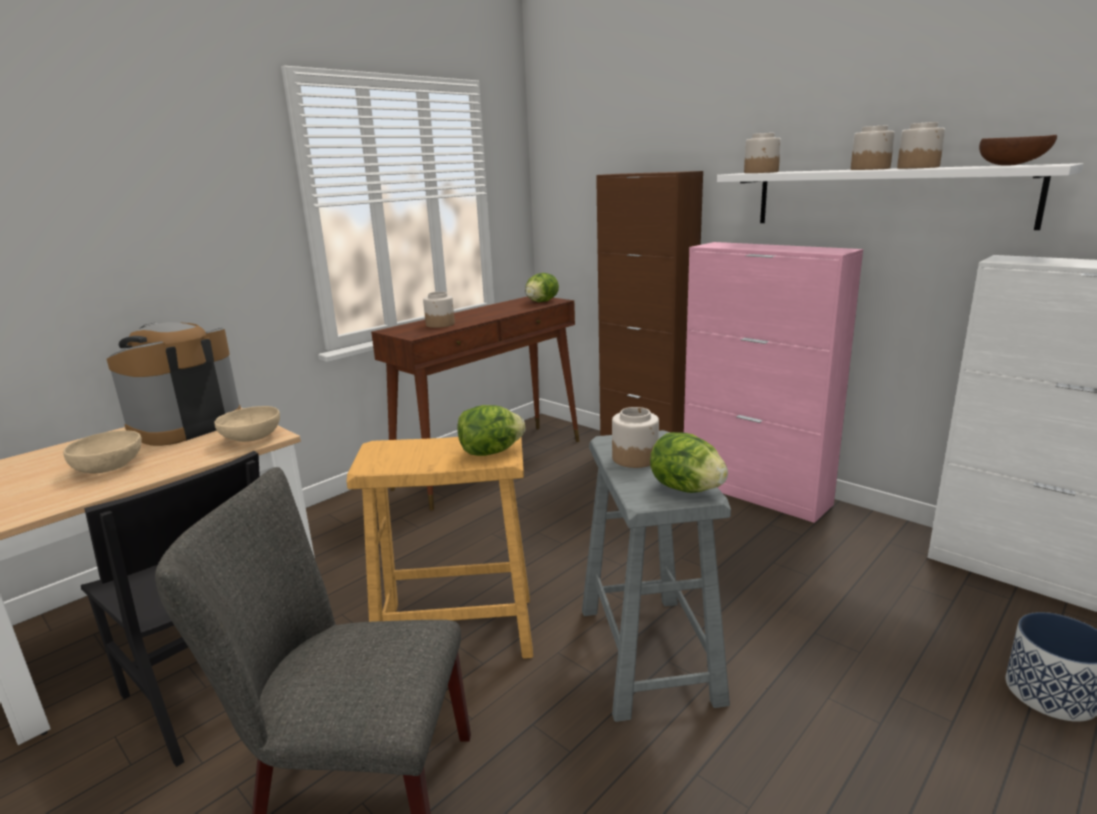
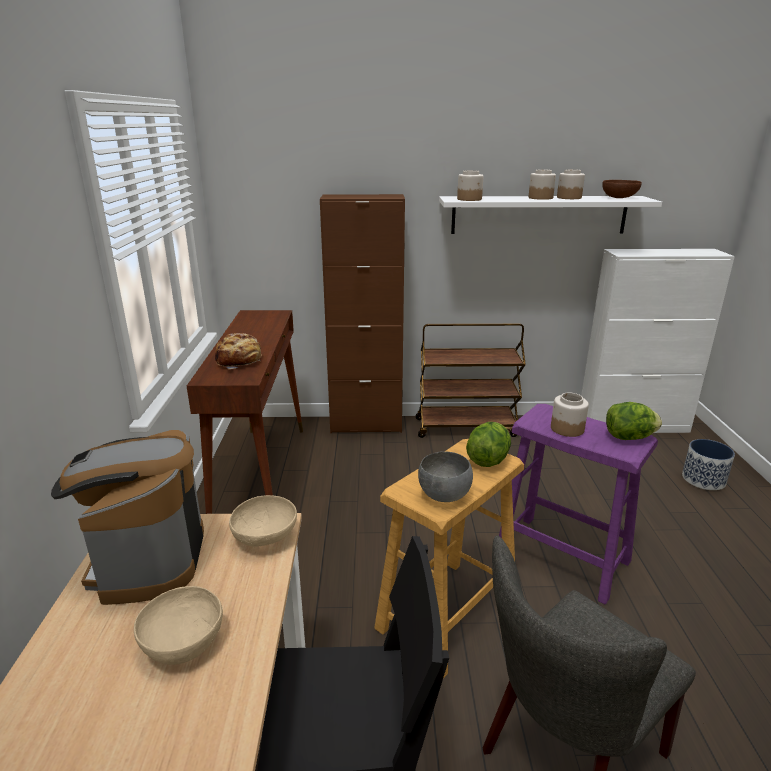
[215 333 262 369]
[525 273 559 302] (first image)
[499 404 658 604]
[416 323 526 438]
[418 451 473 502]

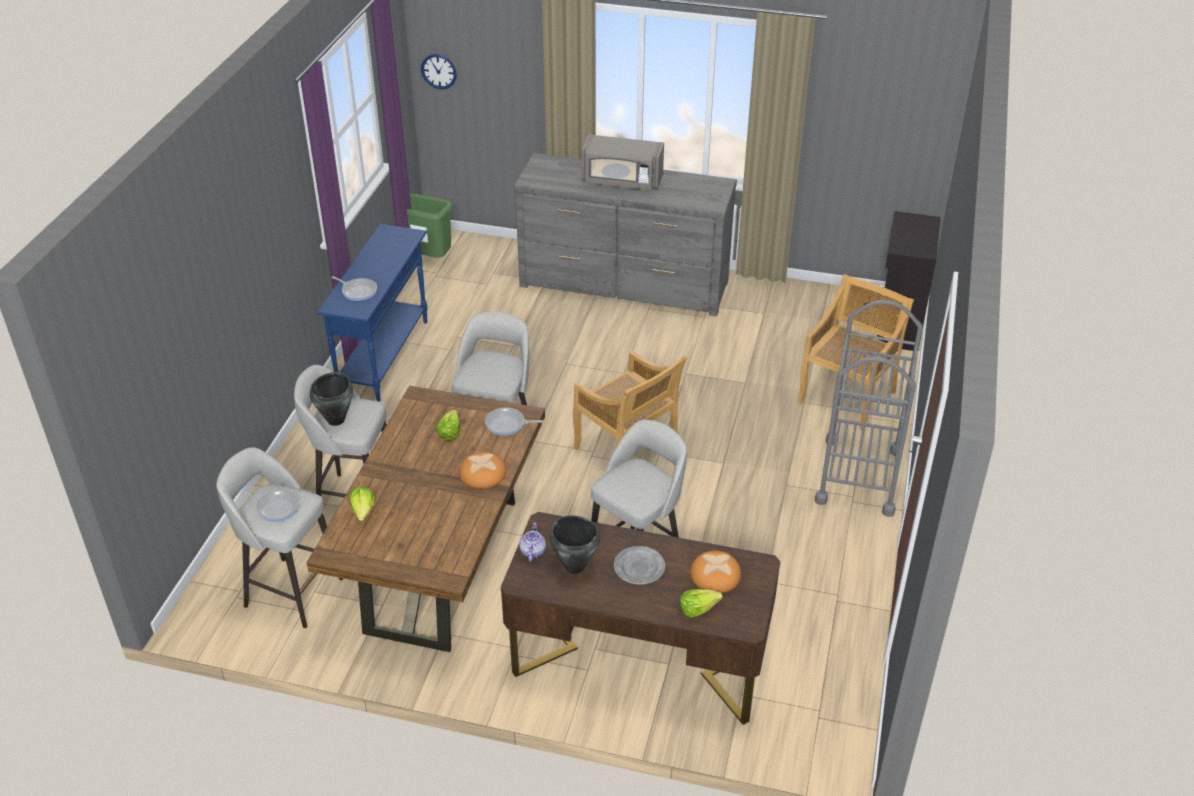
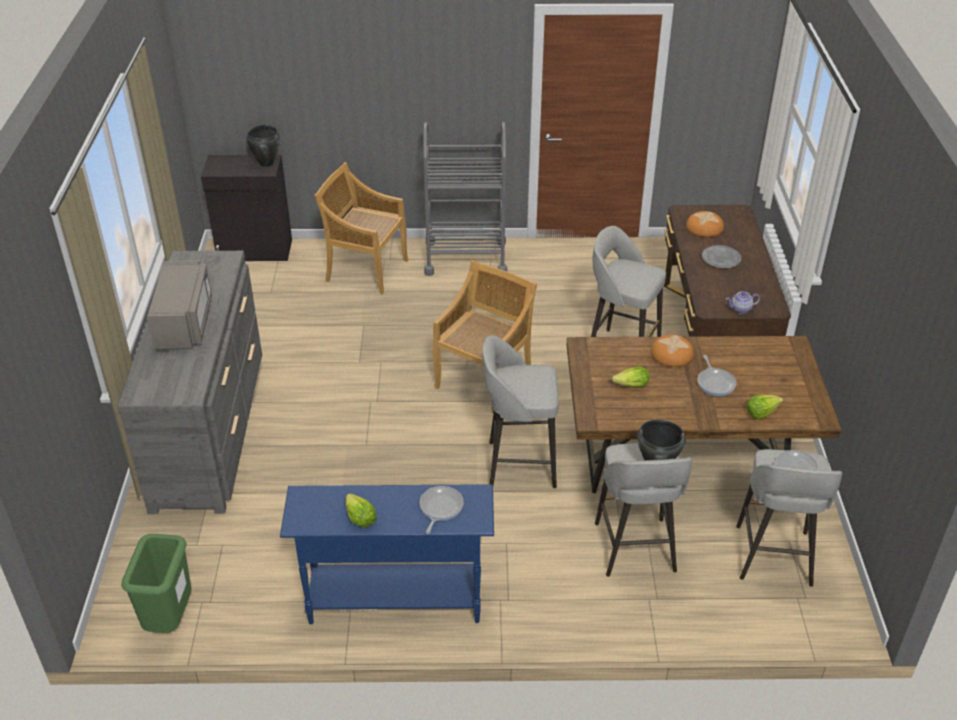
[421 54 457 89] (first image)
[697 355 736 396]
[246 125 280 167]
[346 493 377 527]

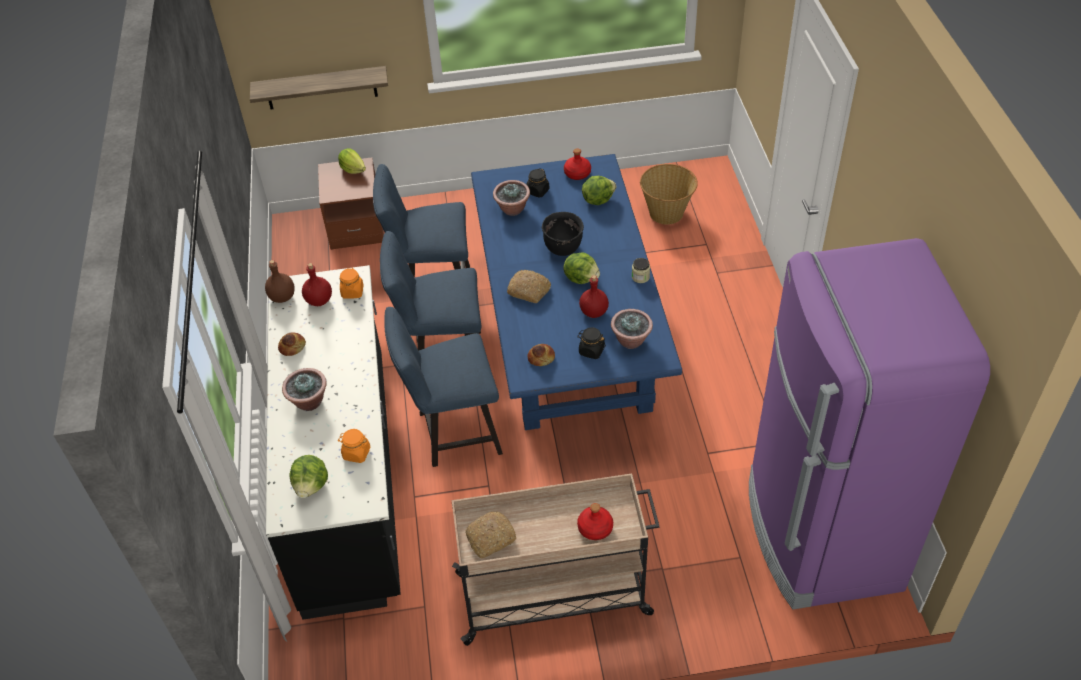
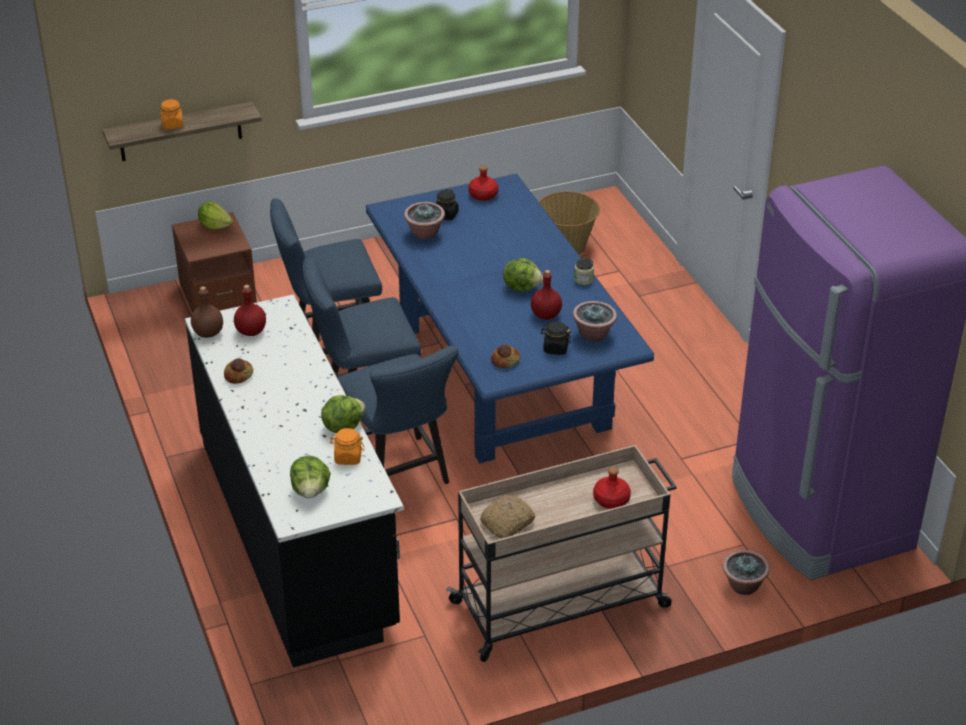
[723 550 770 595]
[161 99 184 129]
[337 346 459 484]
[507 270 551 303] (first image)
[542 212 584 256] (first image)
[321 395 365 433]

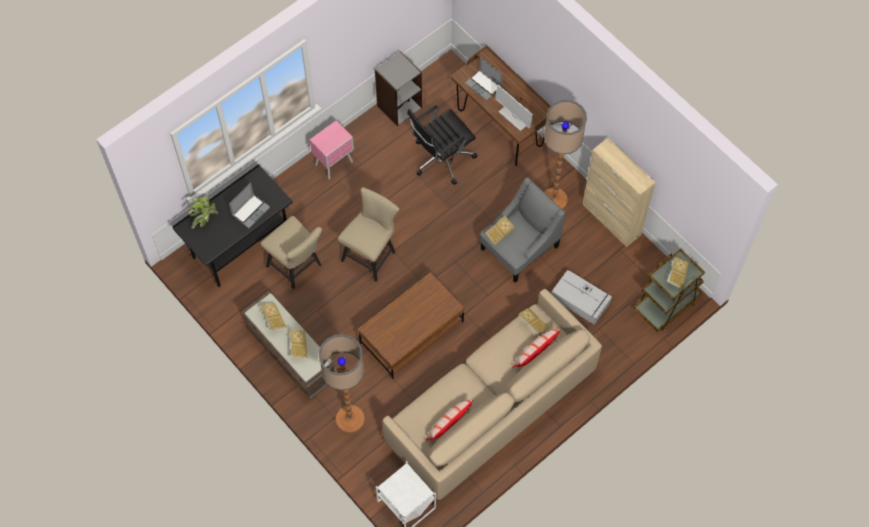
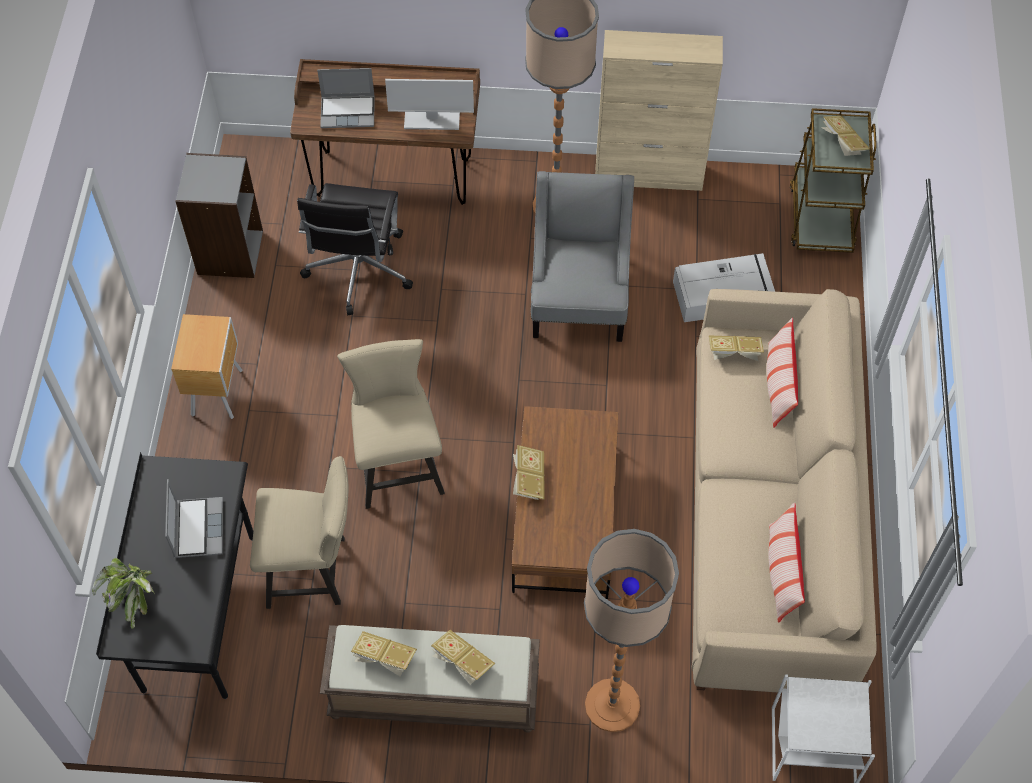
[171 314 243 419]
[513 445 545 500]

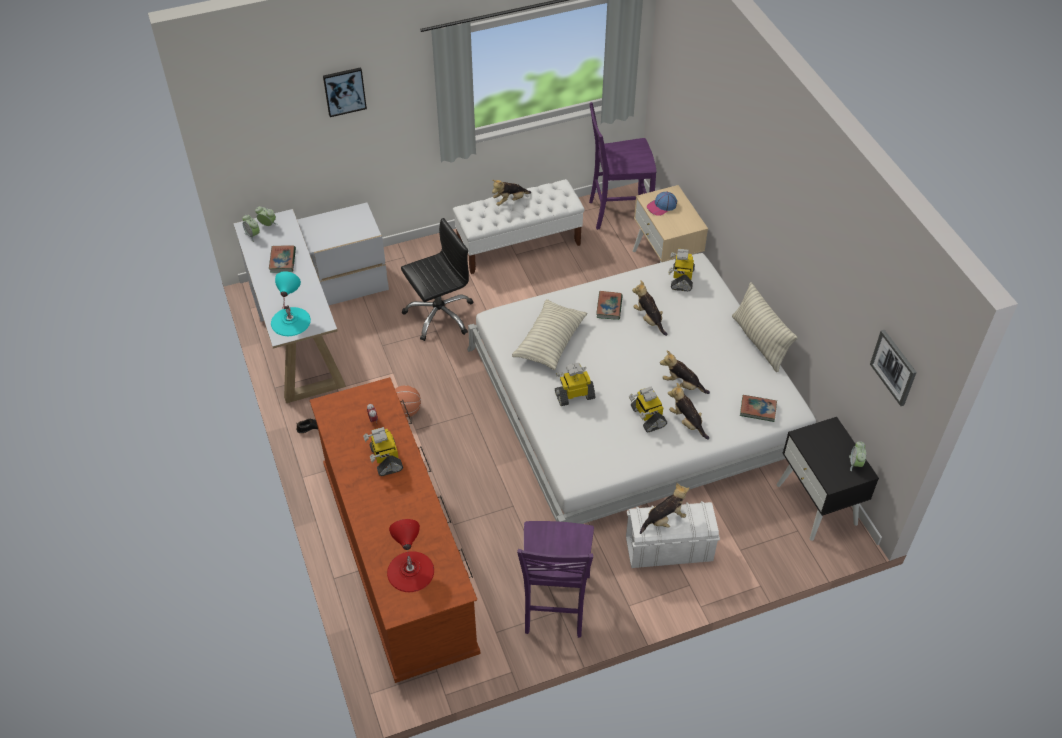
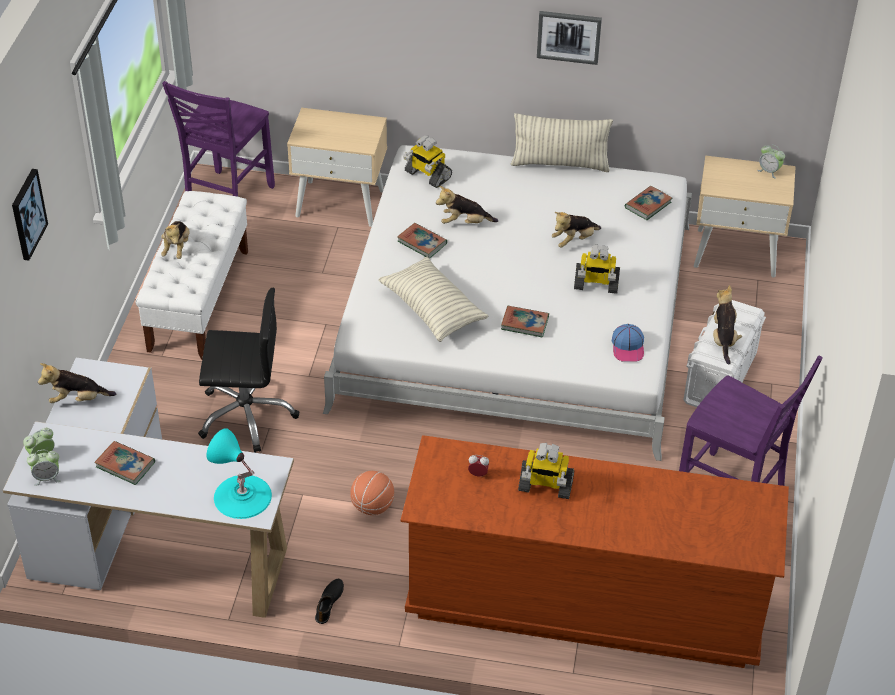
[387 519 434 592] (first image)
[198 288 299 453]
[501 306 549 338]
[612 324 644 362]
[38 363 116 403]
[694 156 796 278]
[537 11 602 65]

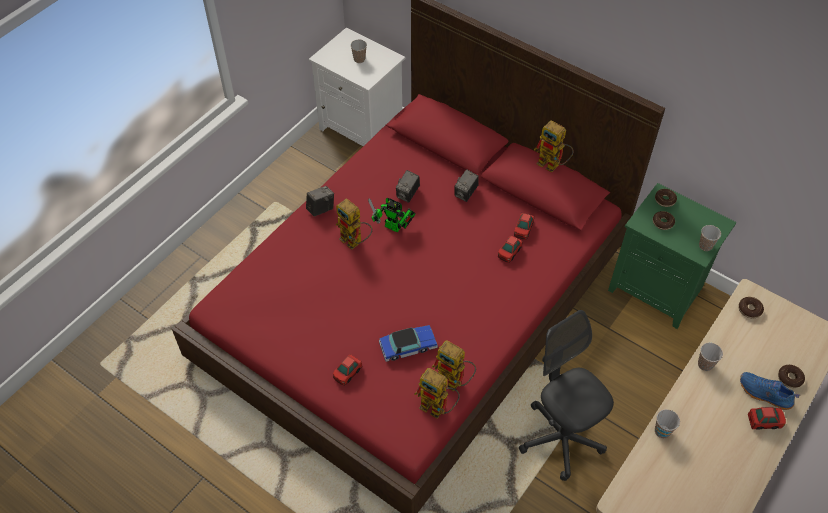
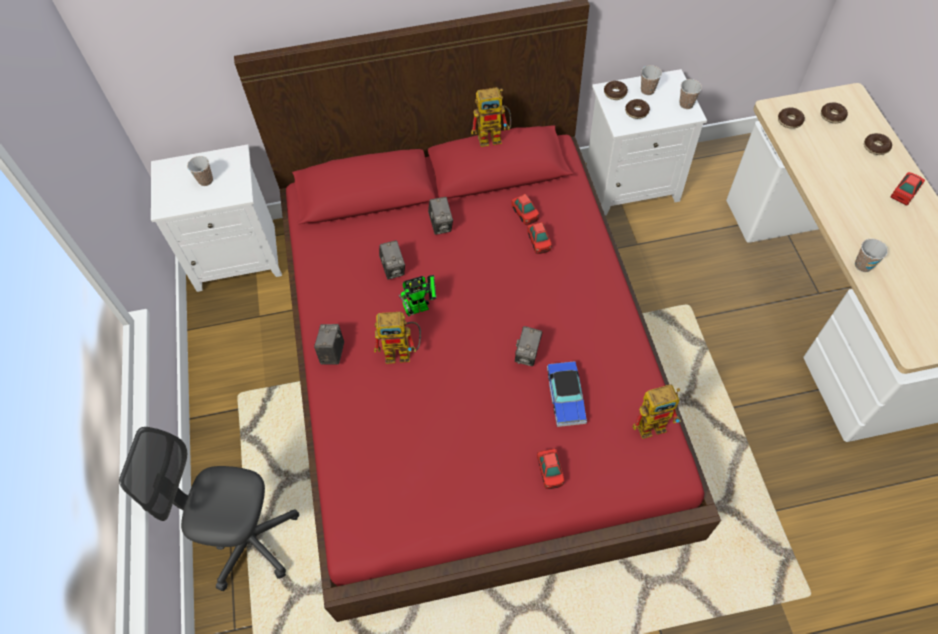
[547 361 587 427]
[432 340 476 392] (first image)
[119 427 299 591]
[586 69 707 215]
[641 65 662 95]
[740 372 799 410] (first image)
[515 326 542 366]
[821 102 848 124]

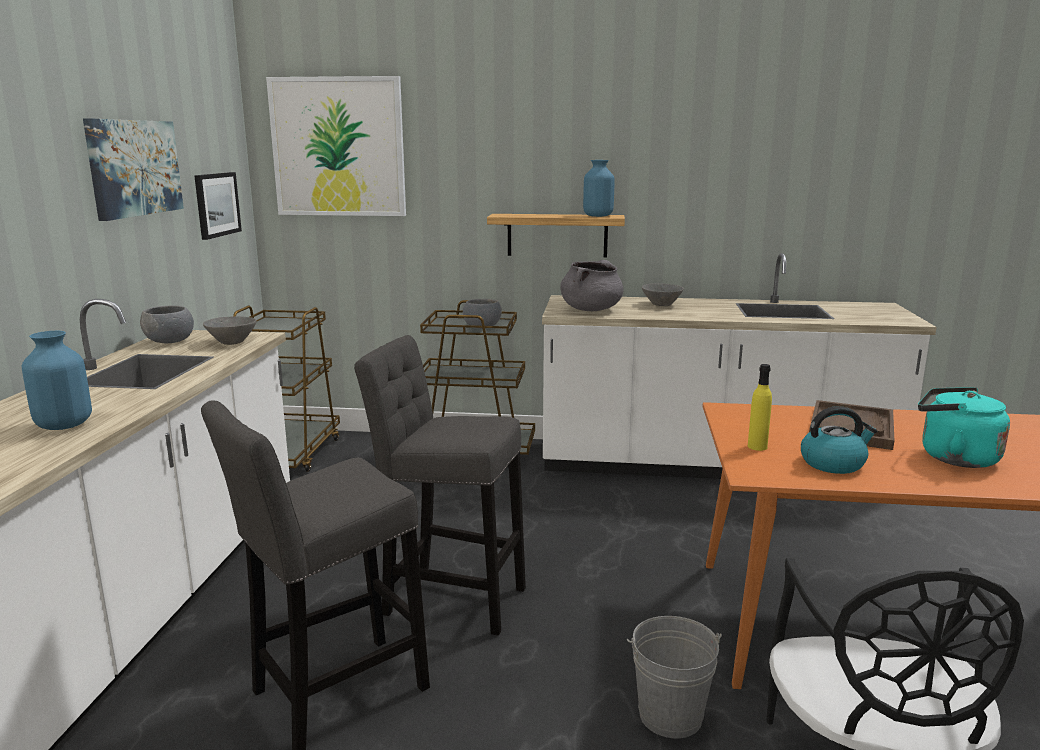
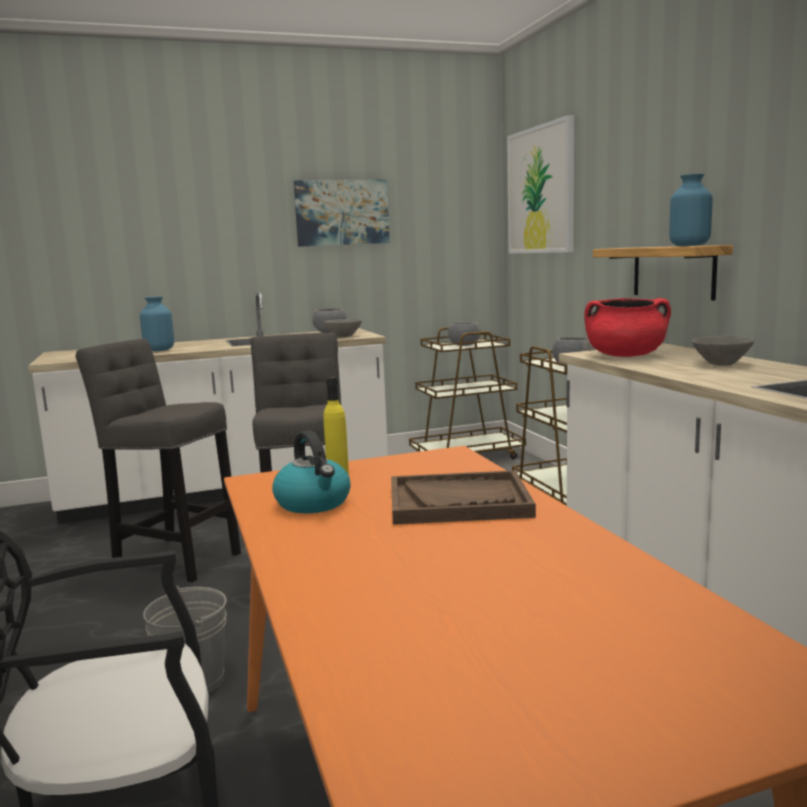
[194 172 242 240] (first image)
[584 298 671 357]
[918 387 1010 468] (first image)
[448 322 481 346]

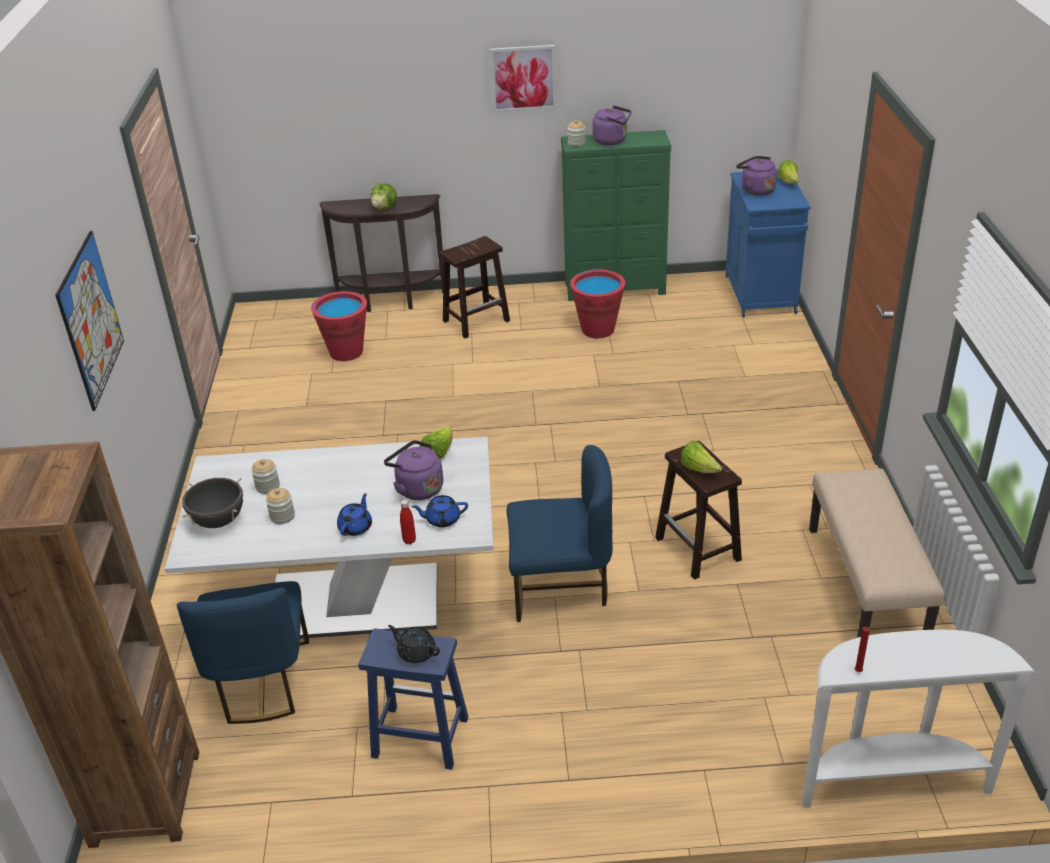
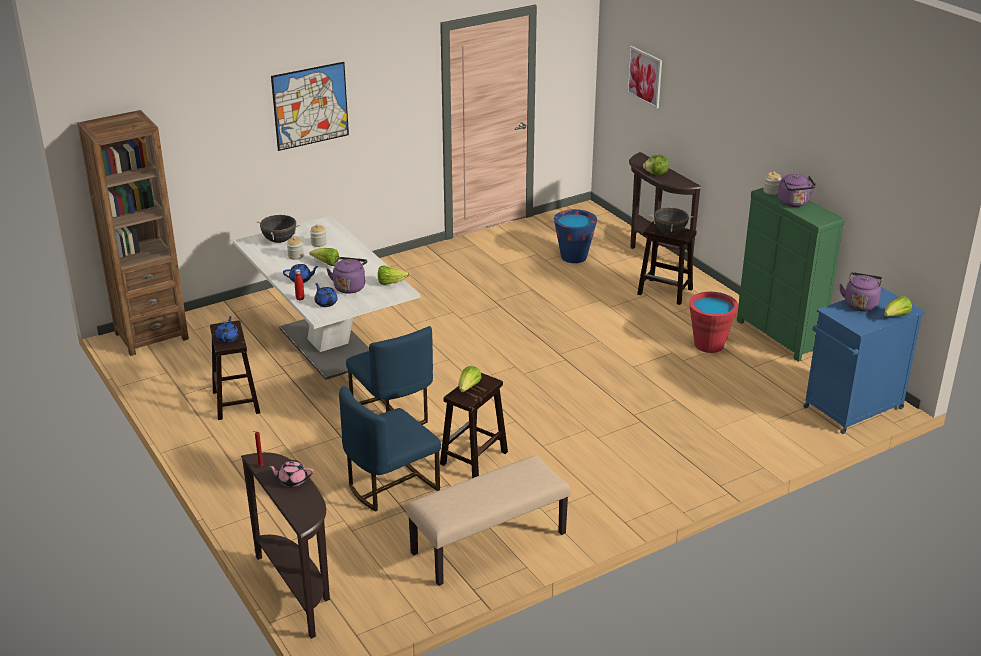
[339 386 441 512]
[554 209 597 263]
[210 320 260 420]
[215 316 239 343]
[627 46 662 108]
[241 452 330 639]
[268 460 314 487]
[309 248 339 266]
[650 206 693 234]

